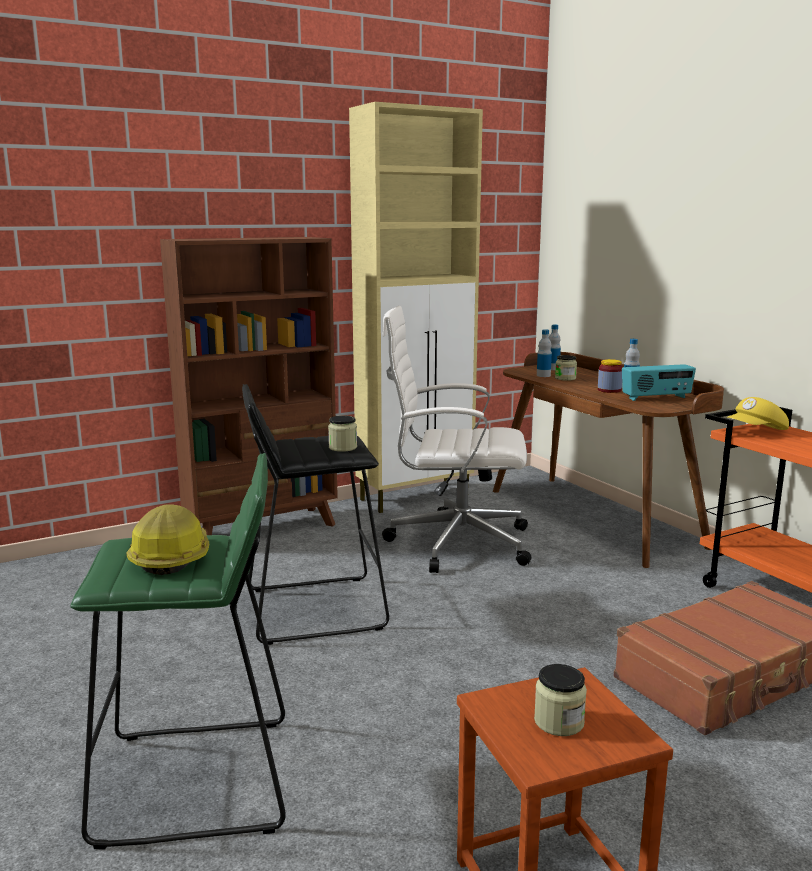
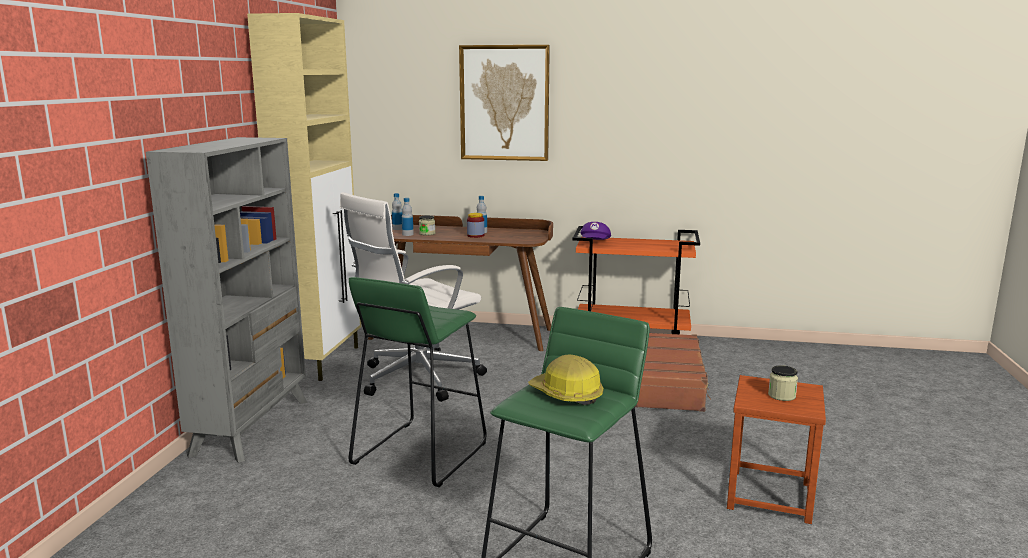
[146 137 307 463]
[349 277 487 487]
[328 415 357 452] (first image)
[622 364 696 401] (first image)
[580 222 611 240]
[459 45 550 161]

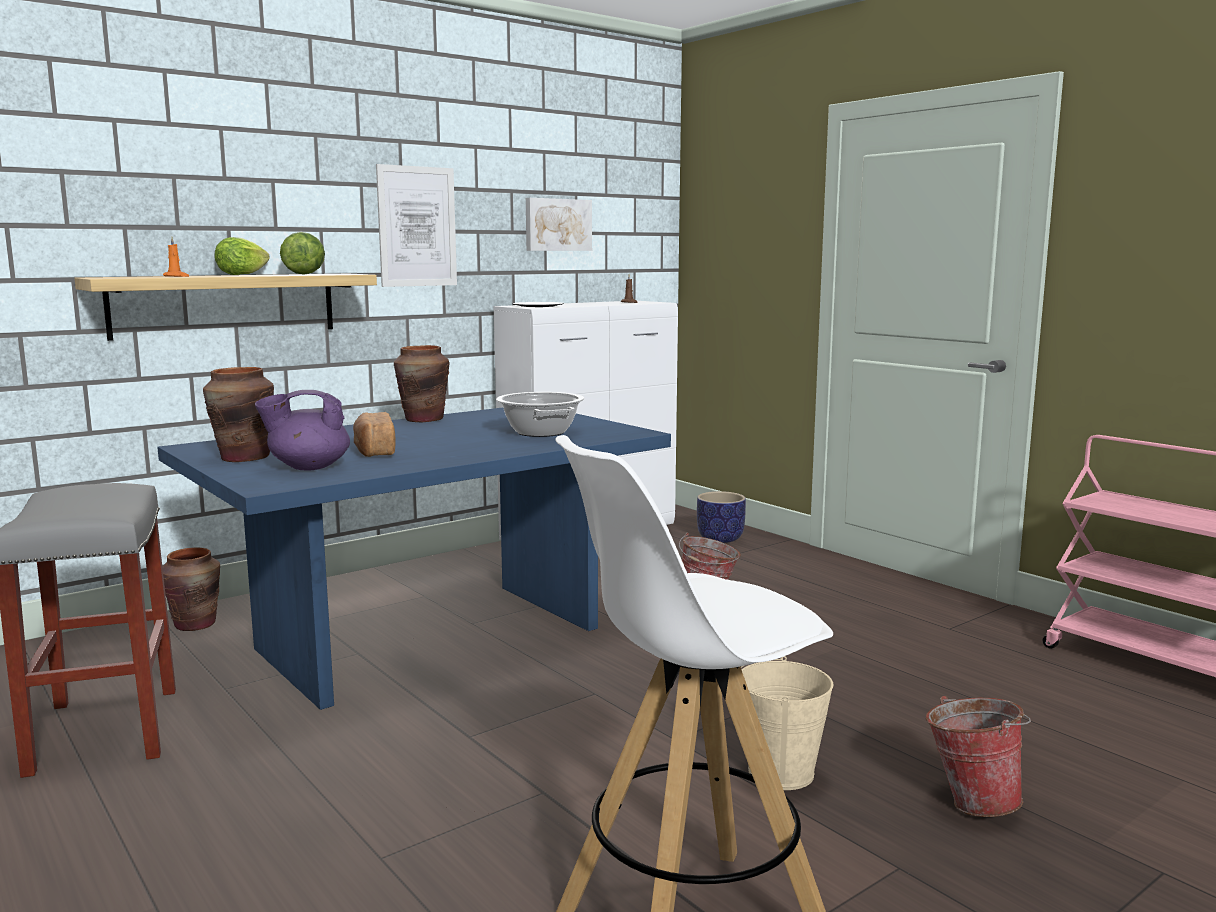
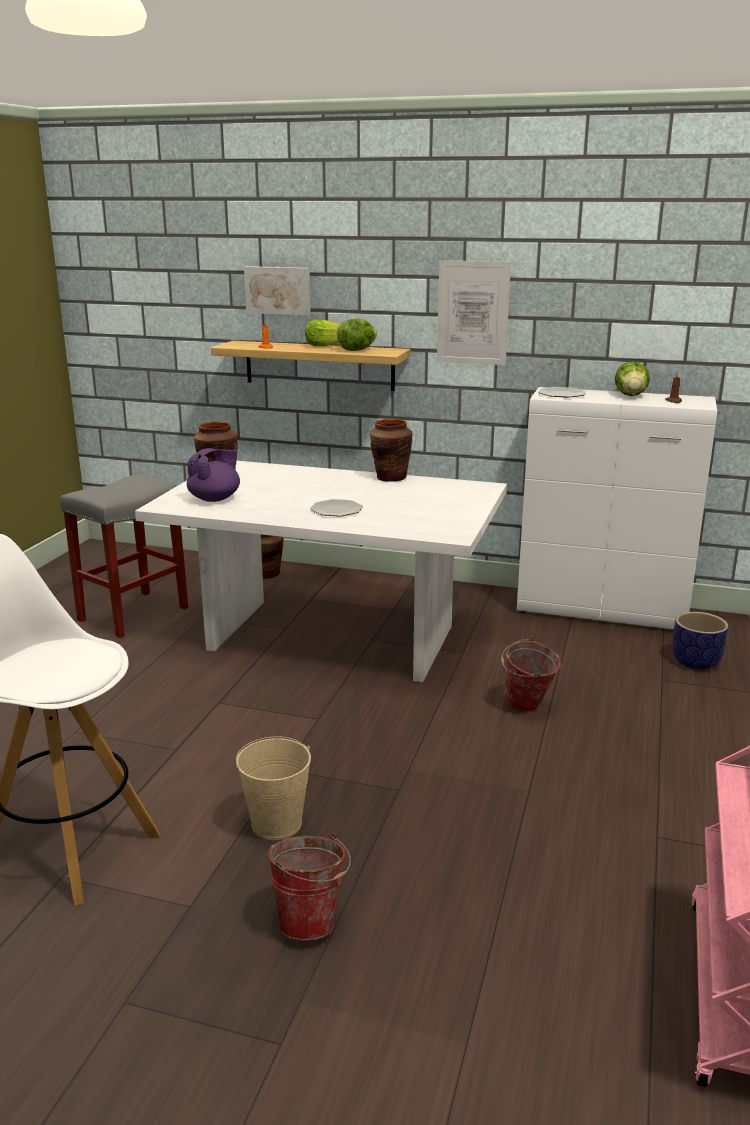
[135 461 507 682]
[187 448 240 502]
[353 412 395 457] (first image)
[496 392 585 437] (first image)
[244 266 311 315]
[310 499 363 517]
[615 361 650 396]

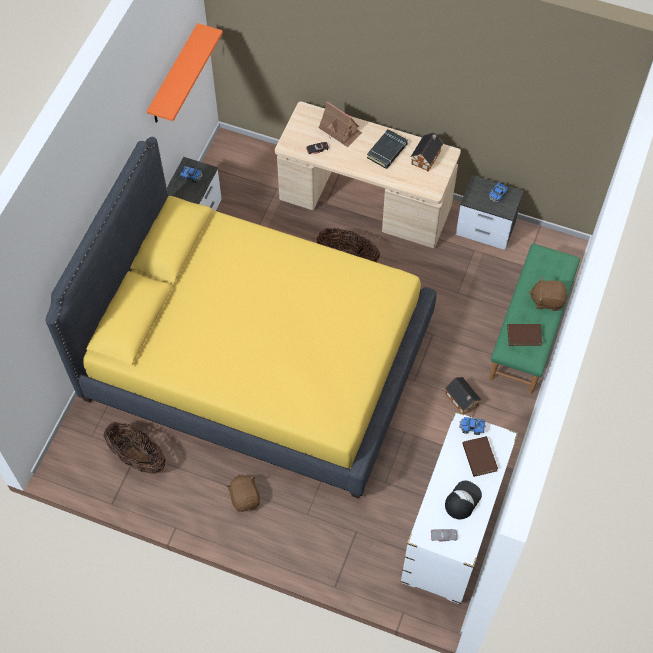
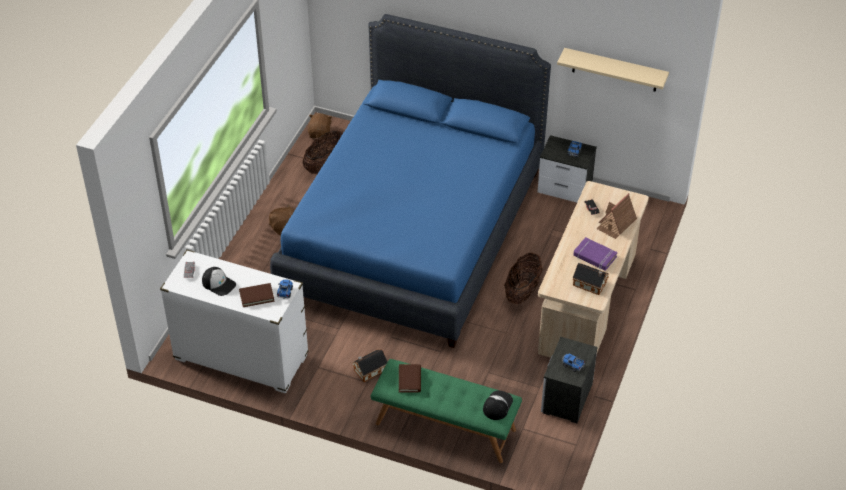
[270 14 551 348]
[557 48 669 92]
[573 237 617 271]
[308 113 332 139]
[483 390 513 420]

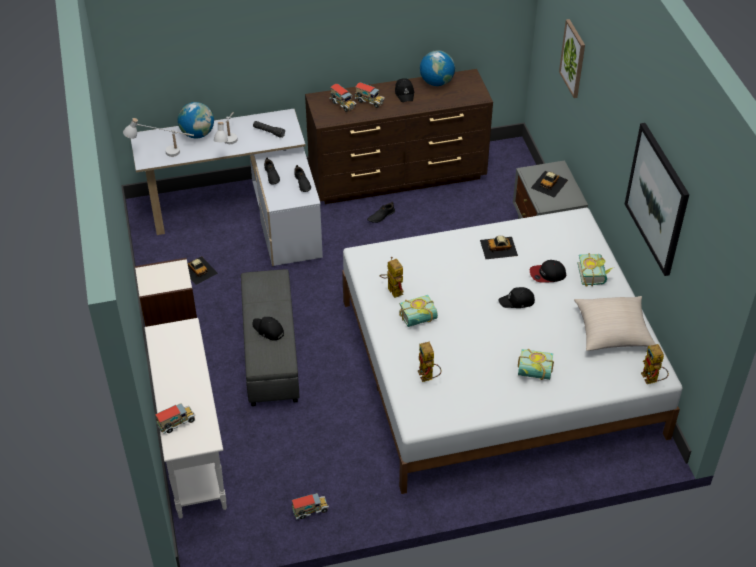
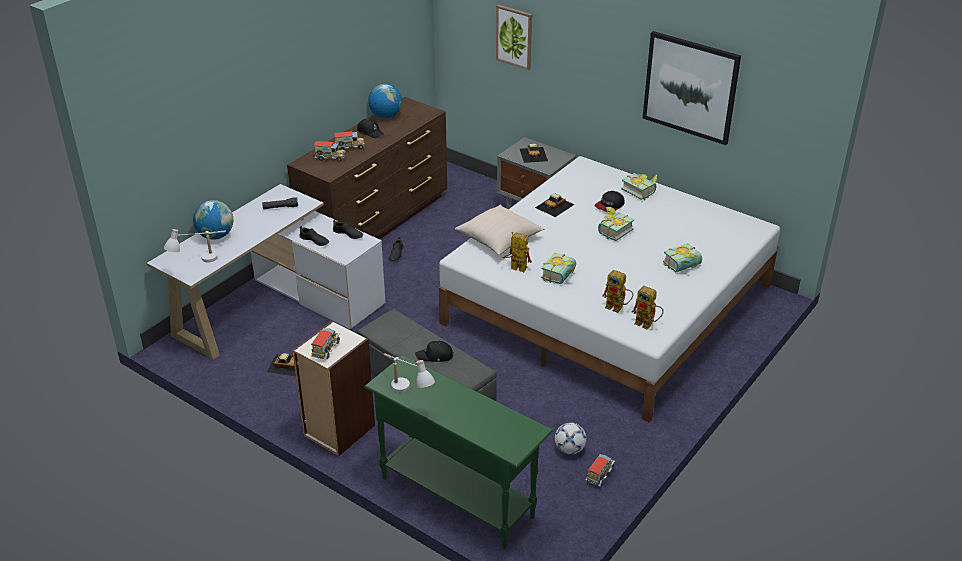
[364 355 553 549]
[311 328 340 359]
[384 353 435 393]
[598 207 634 241]
[455 205 544 255]
[632 286 664 329]
[555 423 586 455]

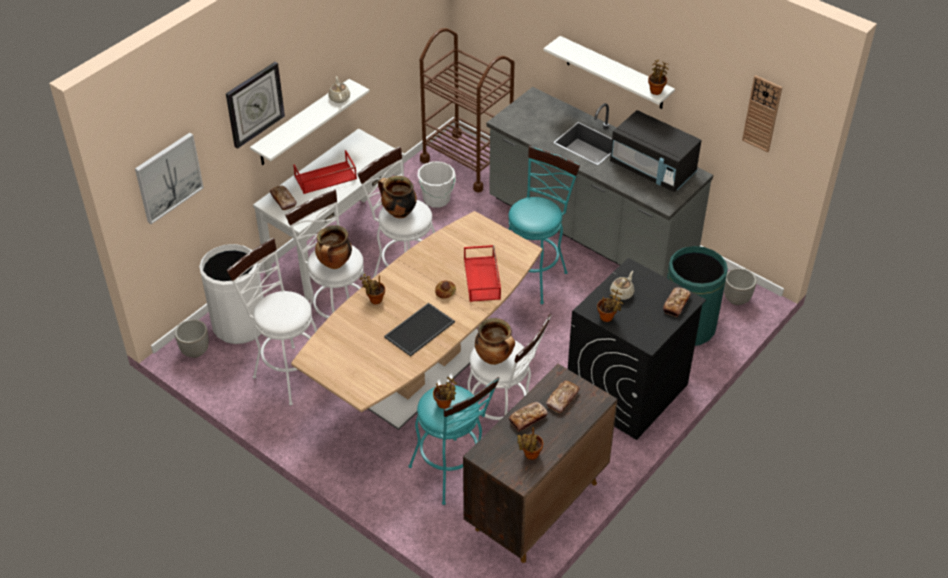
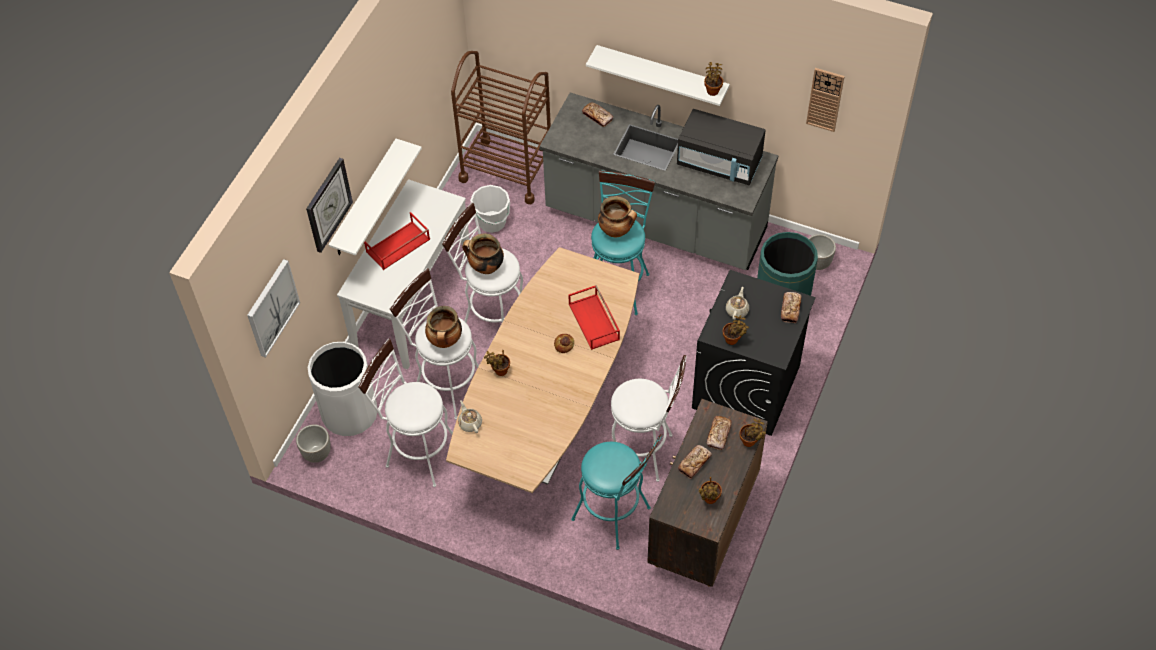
[582 103 613 127]
[458 400 482 433]
[384 303 455 357] (first image)
[739 419 766 447]
[598 196 637 237]

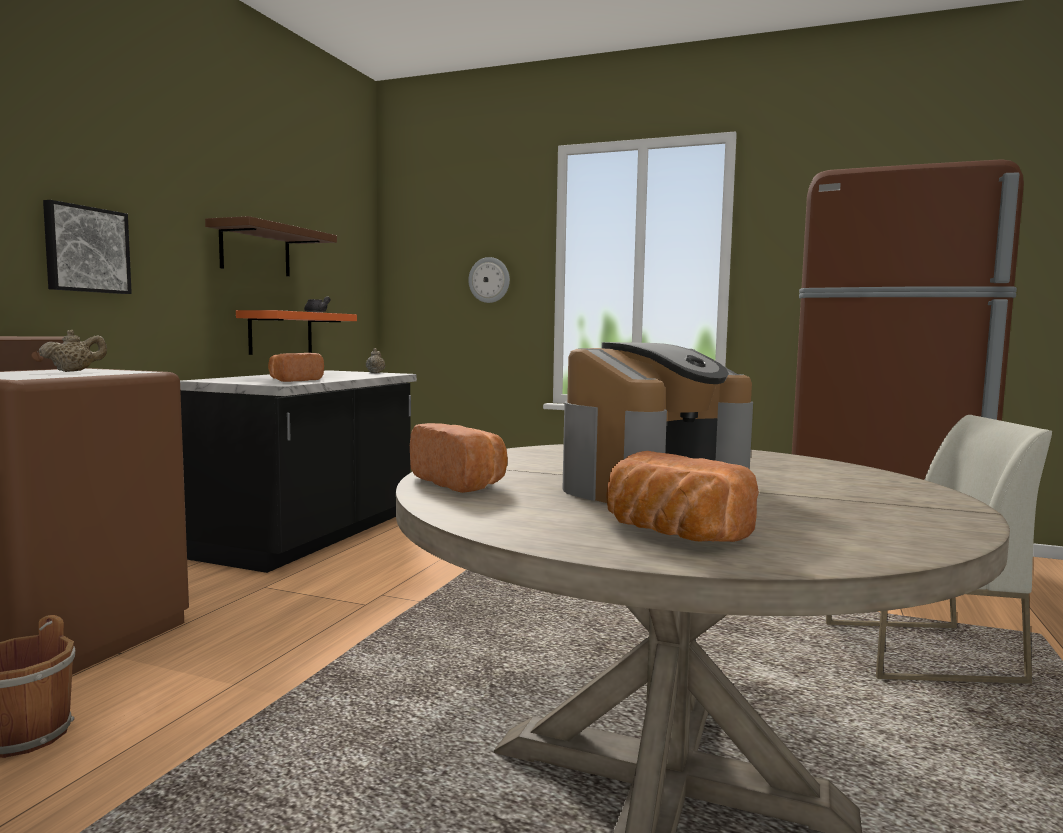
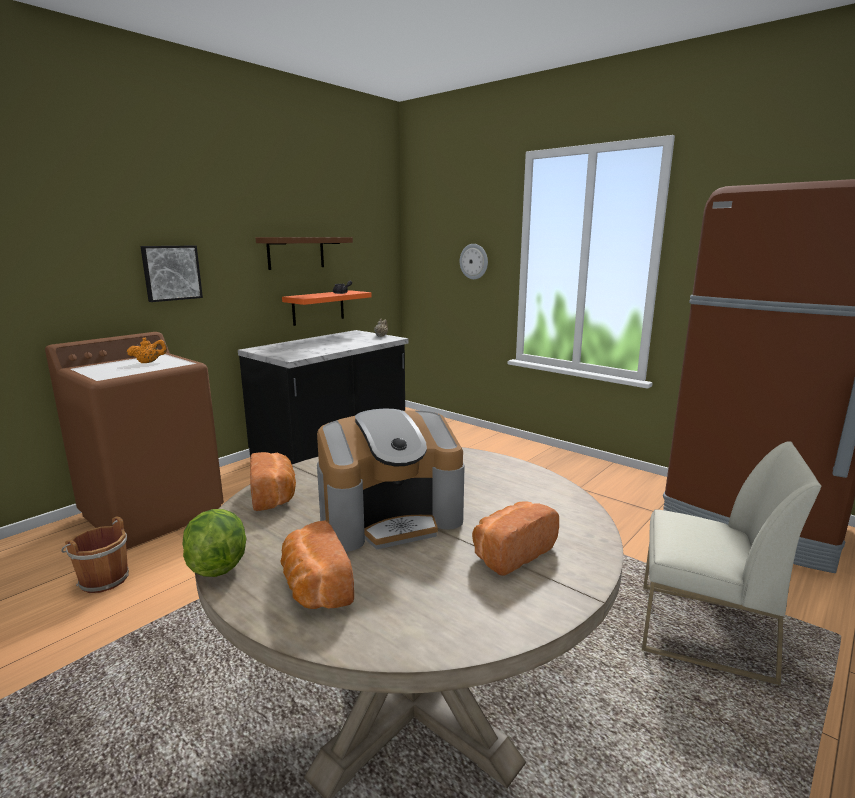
[127 337 167 363]
[472 502 559 576]
[183 509 247 577]

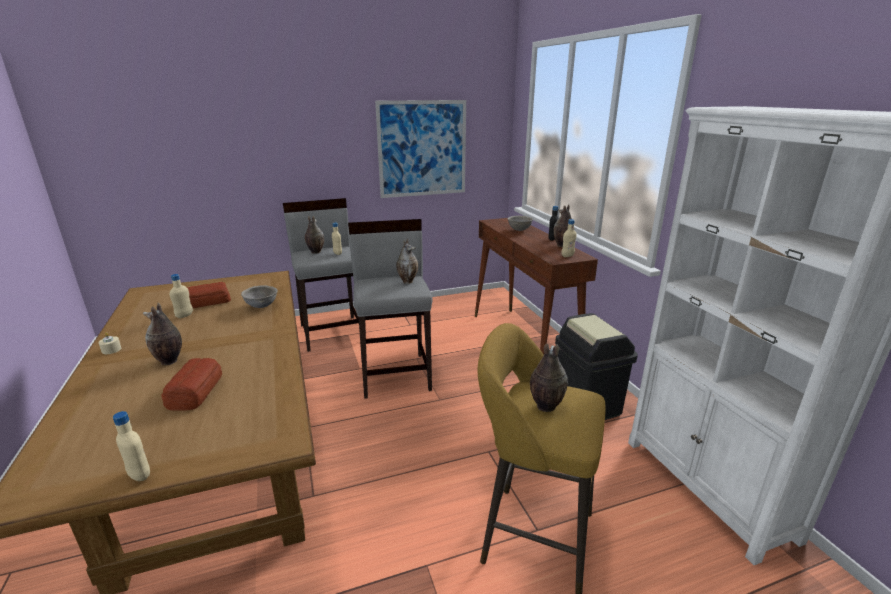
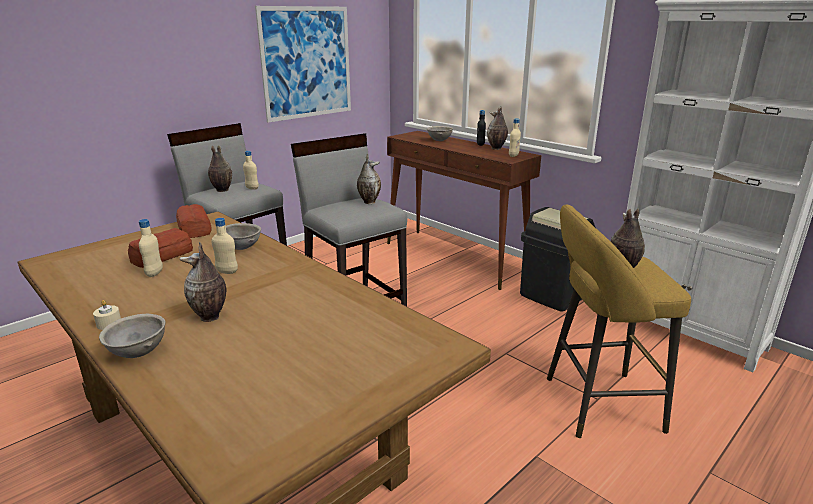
[211 218 238 274]
[176 204 212 238]
[99 314 165 358]

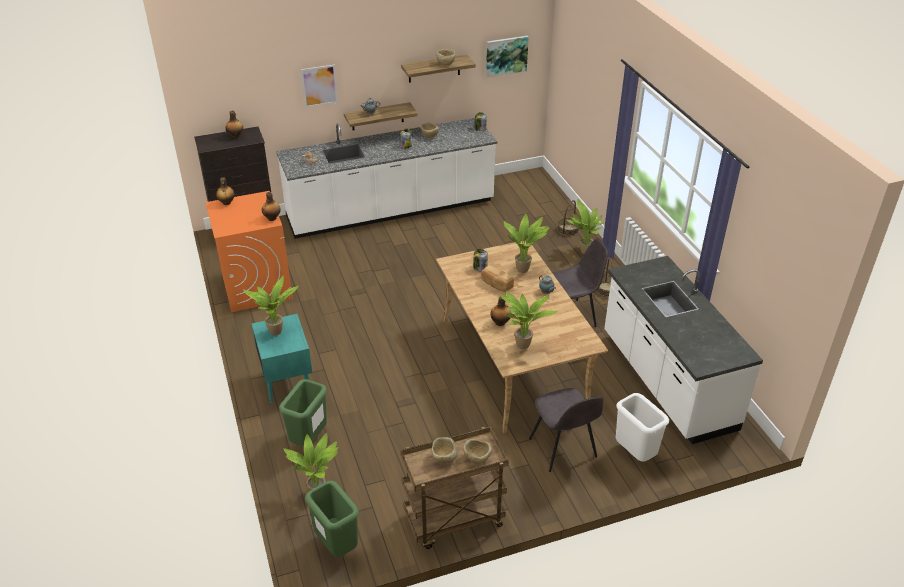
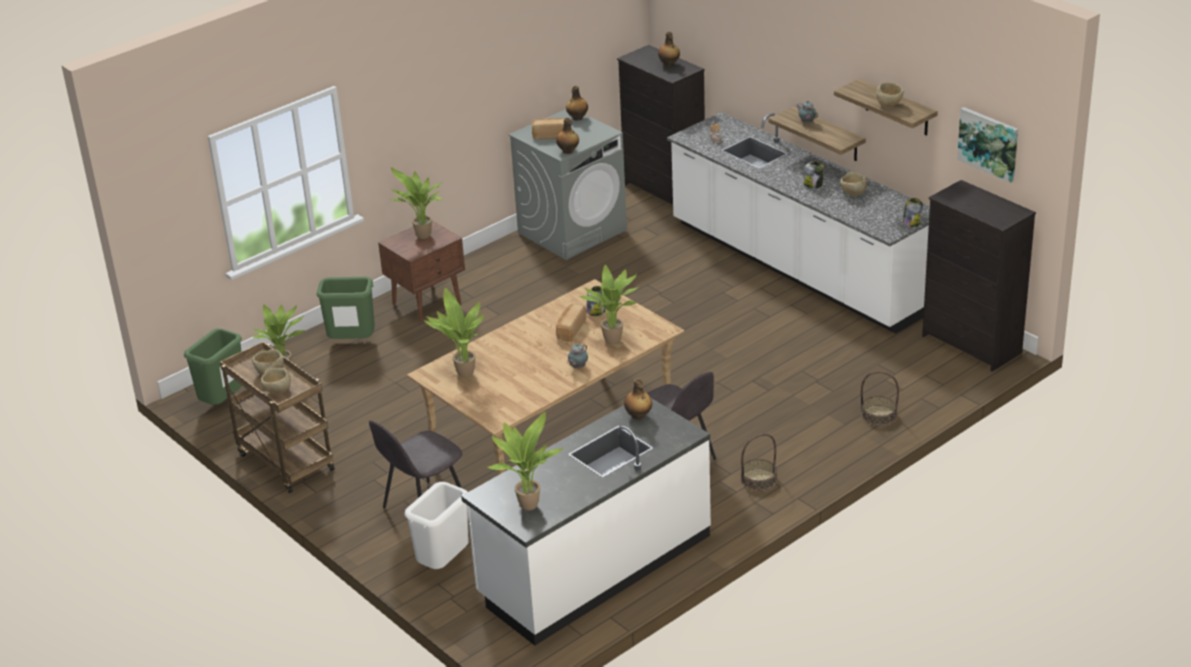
[508 109 627 260]
[378 221 465 322]
[301 65 338 108] (first image)
[624 378 652 420]
[488 412 564 511]
[532 118 565 139]
[922 180 1036 372]

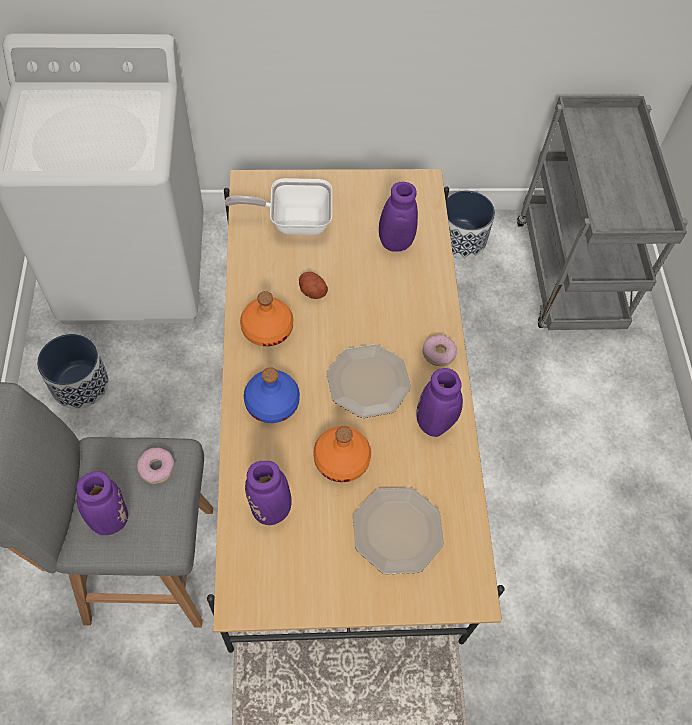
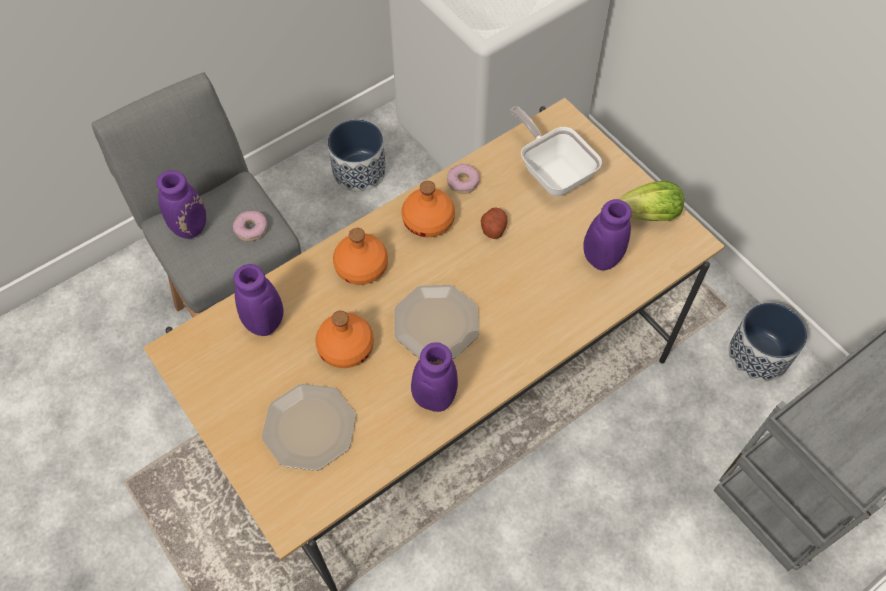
[333 228 388 285]
[447 164 480 194]
[618 181 684 221]

